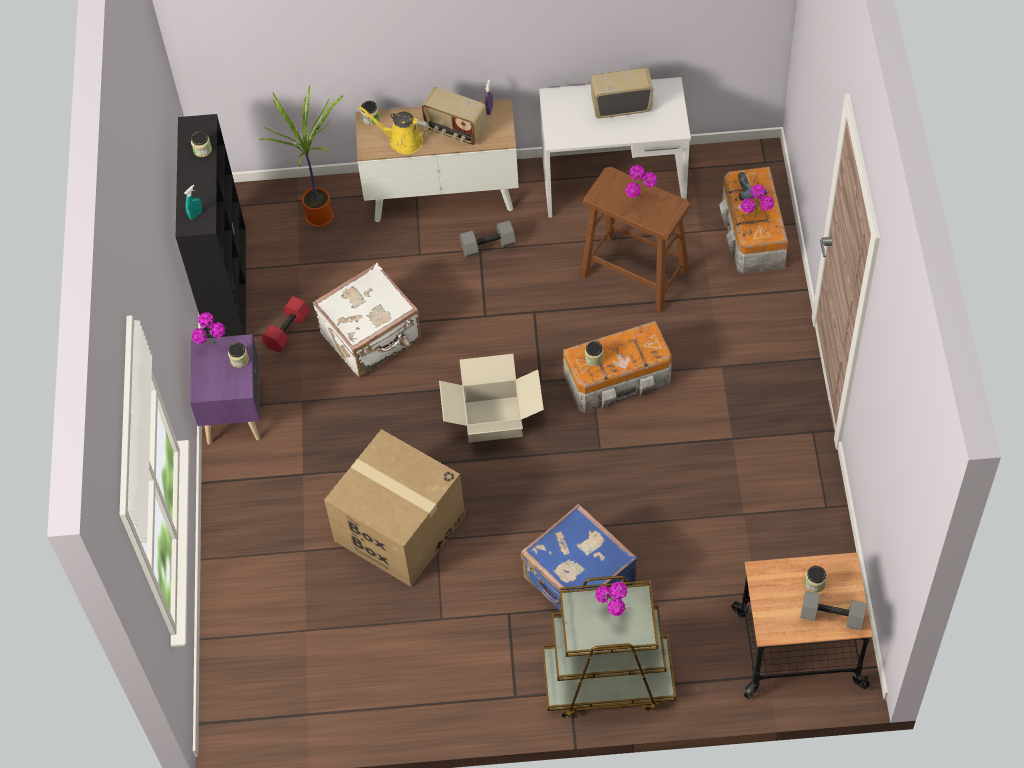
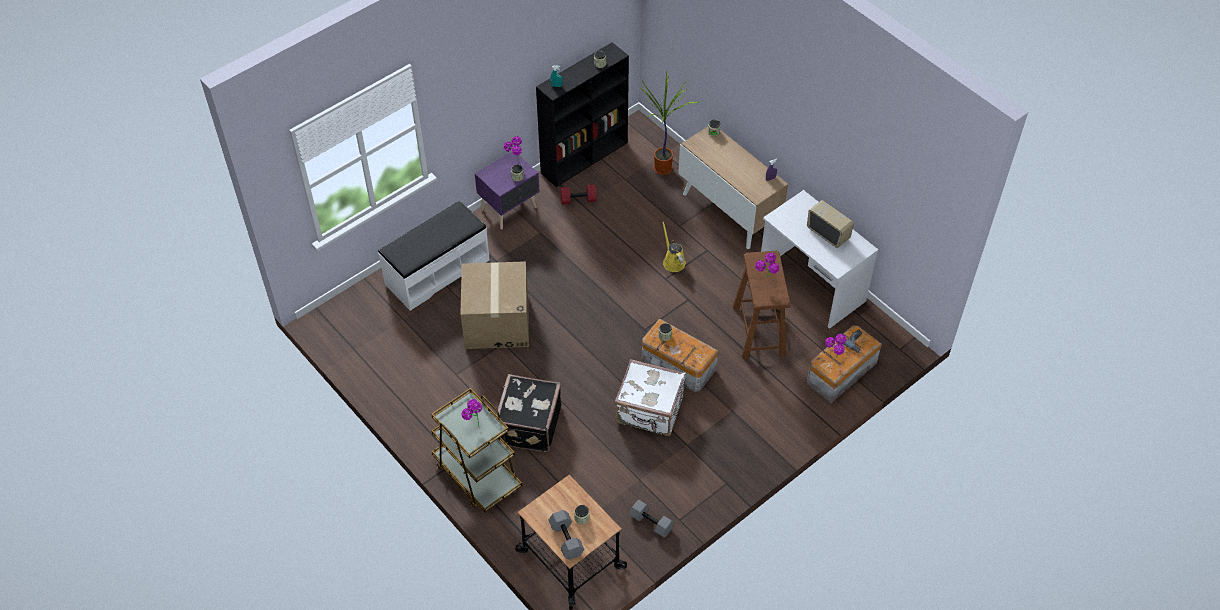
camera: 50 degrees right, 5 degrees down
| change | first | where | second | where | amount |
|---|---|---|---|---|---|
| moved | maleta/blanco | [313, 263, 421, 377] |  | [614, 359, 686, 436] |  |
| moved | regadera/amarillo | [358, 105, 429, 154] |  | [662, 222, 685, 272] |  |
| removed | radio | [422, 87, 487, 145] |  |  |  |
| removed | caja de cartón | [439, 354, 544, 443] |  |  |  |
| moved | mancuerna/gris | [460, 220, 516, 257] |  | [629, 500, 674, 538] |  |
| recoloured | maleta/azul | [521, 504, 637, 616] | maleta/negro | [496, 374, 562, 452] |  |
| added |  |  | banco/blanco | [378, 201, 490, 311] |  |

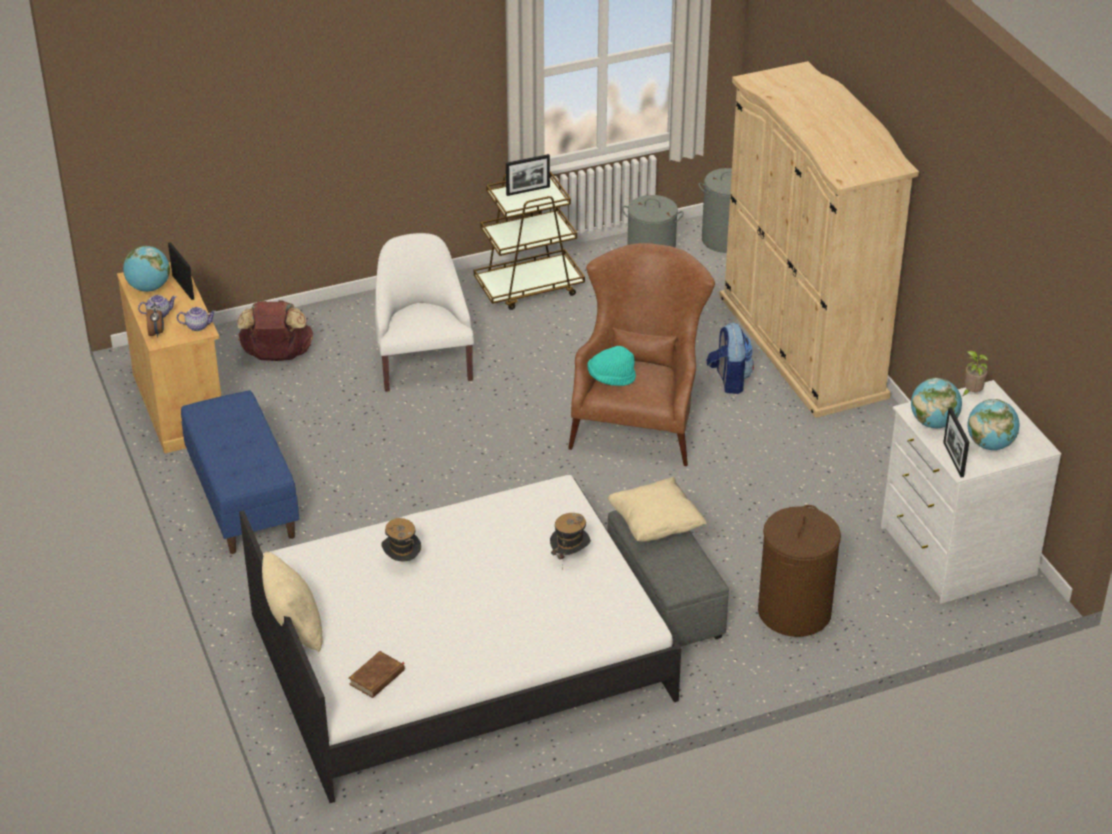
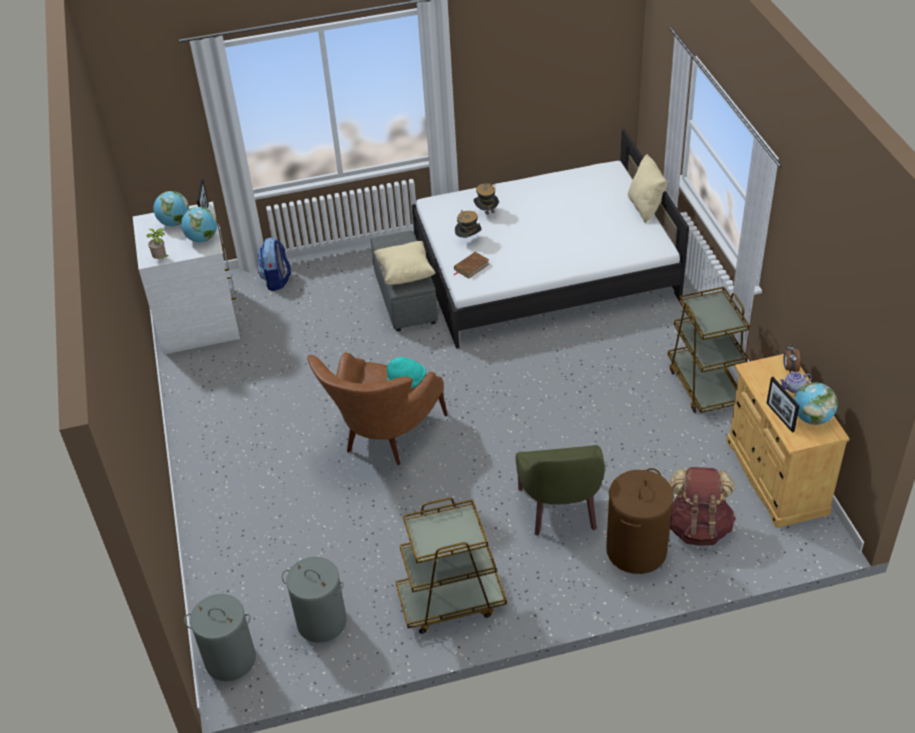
camera: 170 degrees left, 5 degrees up
| change | first | where | second | where | amount |
|---|---|---|---|---|---|
| removed | tetera | [177, 307, 216, 331] |  |  |  |
| replaced | banco/azul | [181, 390, 299, 554] | carrito/marrón | [668, 287, 750, 413] |  |
| moved | libro/marrón | [349, 651, 405, 698] |  | [453, 252, 489, 279] |  |
| recoloured | sillón/blanco | [375, 233, 474, 392] | sillón/verde | [516, 445, 605, 536] |  |
| moved | sombrero | [381, 518, 421, 562] |  | [474, 183, 499, 219] |  |
| removed | portarretratos | [506, 154, 550, 196] |  |  |  |
| moved | mochila | [706, 323, 754, 394] |  | [258, 237, 291, 291] |  |
| removed | armario ropero/beis | [719, 61, 919, 418] |  |  |  |
| moved | cesto de la ropa/marrón | [758, 505, 841, 637] |  | [606, 468, 674, 574] |  |

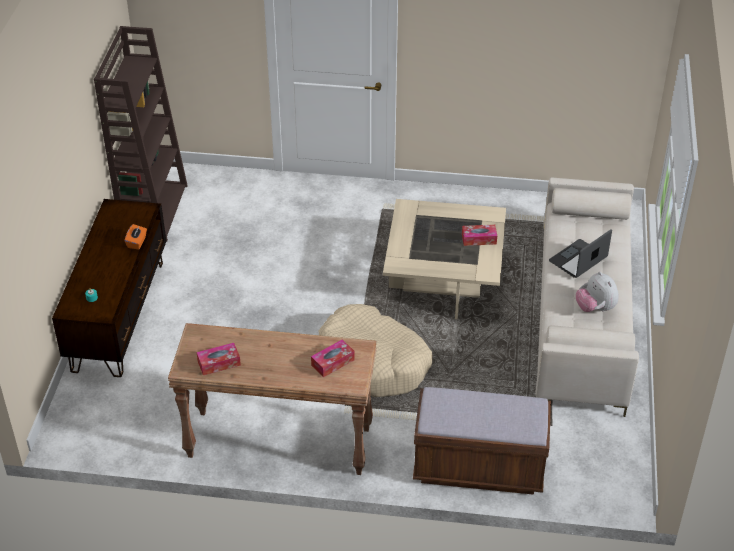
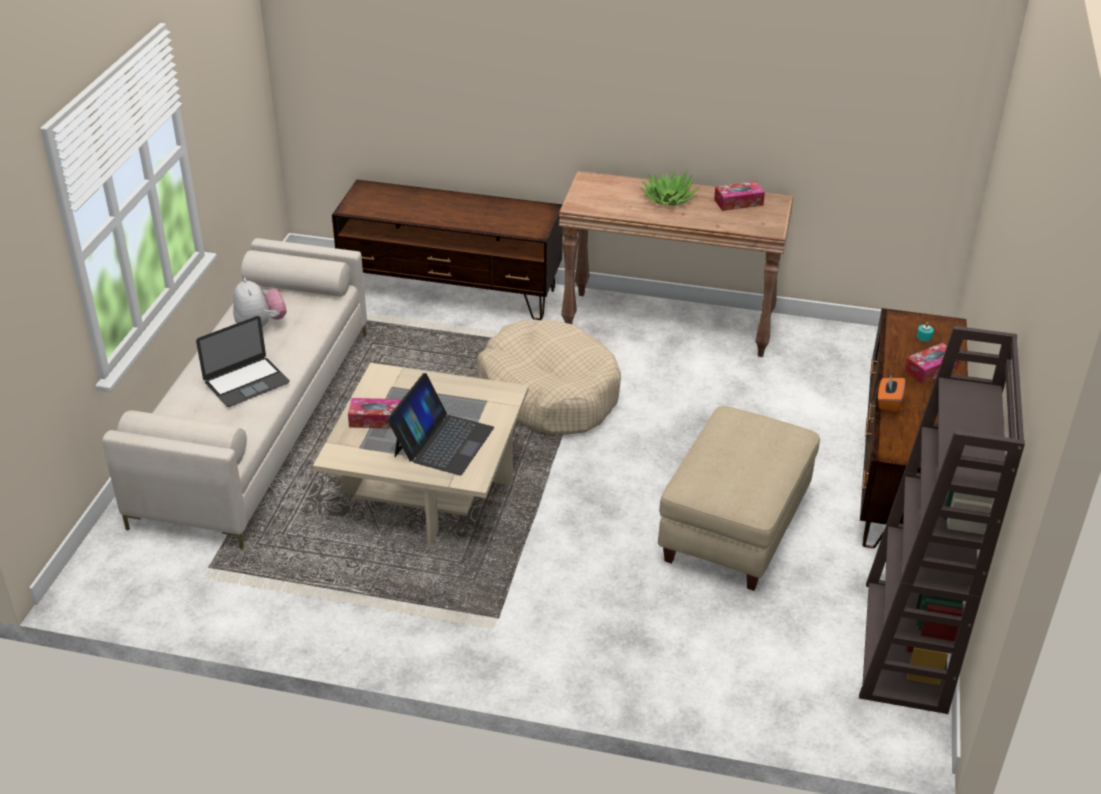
camera: 175 degrees left, 5 degrees down
| change | first | where | second | where | amount |
|---|---|---|---|---|---|
| moved | caja de pañuelos | [311, 340, 355, 377] |  | [904, 342, 960, 384] |  |
| replaced | banco/marrón | [413, 387, 551, 495] | mueble de televisión/marrón | [332, 180, 563, 320] |  |
| added |  |  | portátil | [387, 373, 494, 475] |  |
| added |  |  | planta en maceta | [640, 170, 699, 205] |  |
| added |  |  | puf/beis | [658, 406, 820, 591] |  |

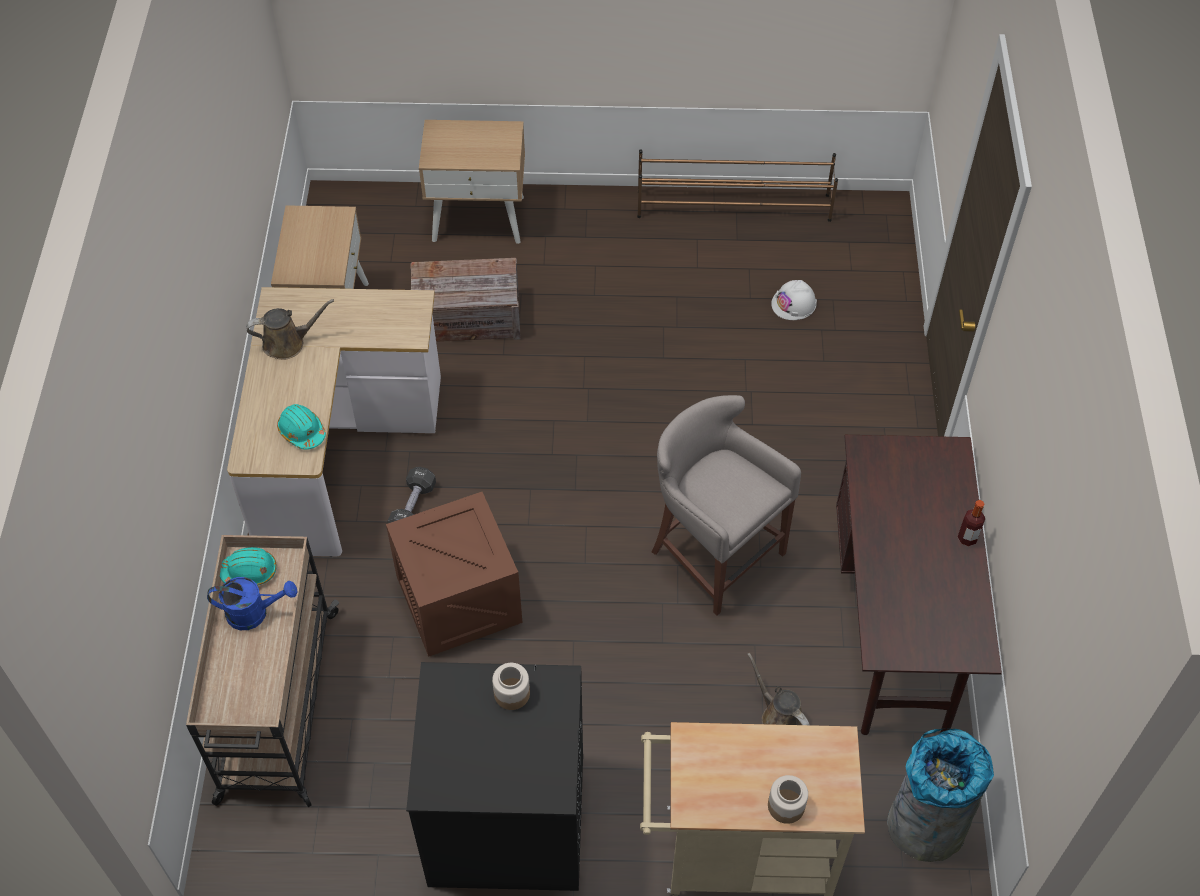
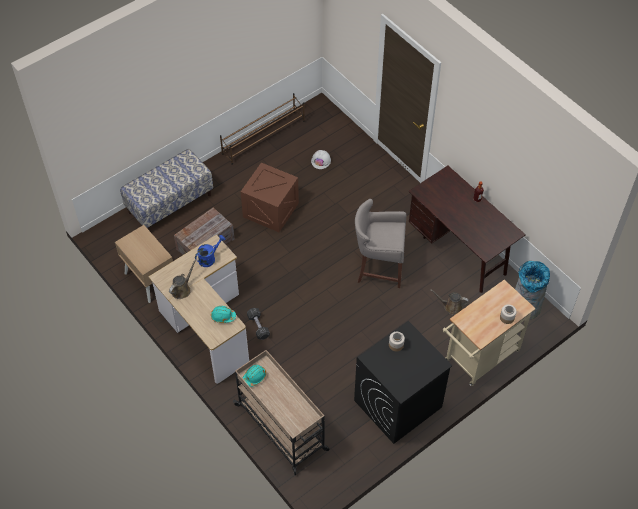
camera: 40 degrees left, 0 degrees up
| change | first | where | second | where | amount |
|---|---|---|---|---|---|
| moved | regadera/azul | [207, 577, 298, 630] |  | [195, 235, 225, 267] |  |
| moved | caja de embalaje | [386, 492, 523, 657] |  | [241, 163, 299, 232] |  |
| replaced | mesita de noche/beis | [419, 120, 525, 244] | banco | [120, 149, 213, 230] |  |

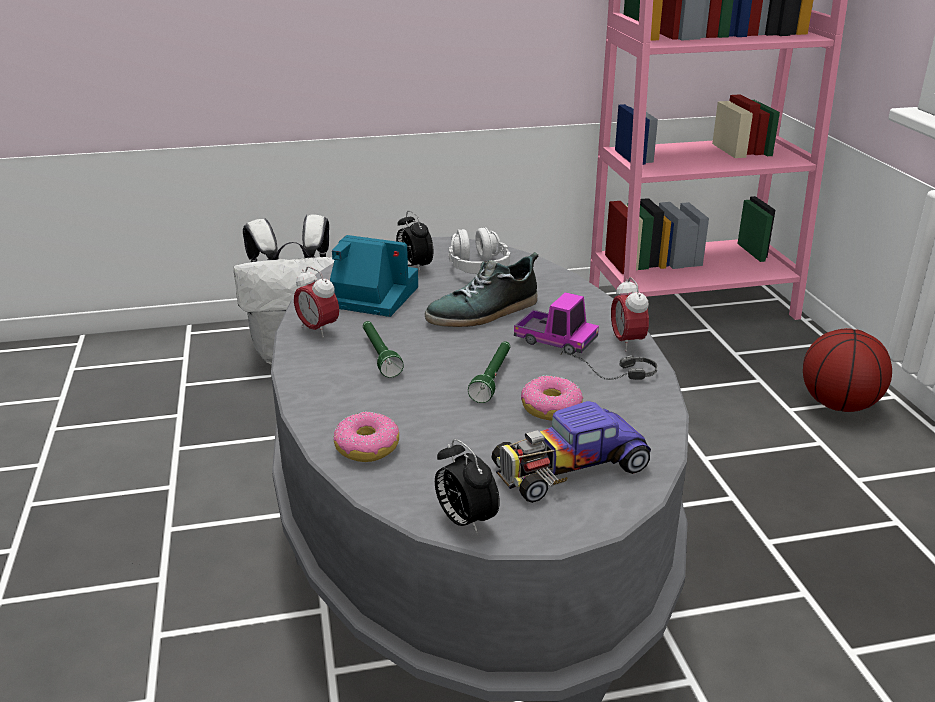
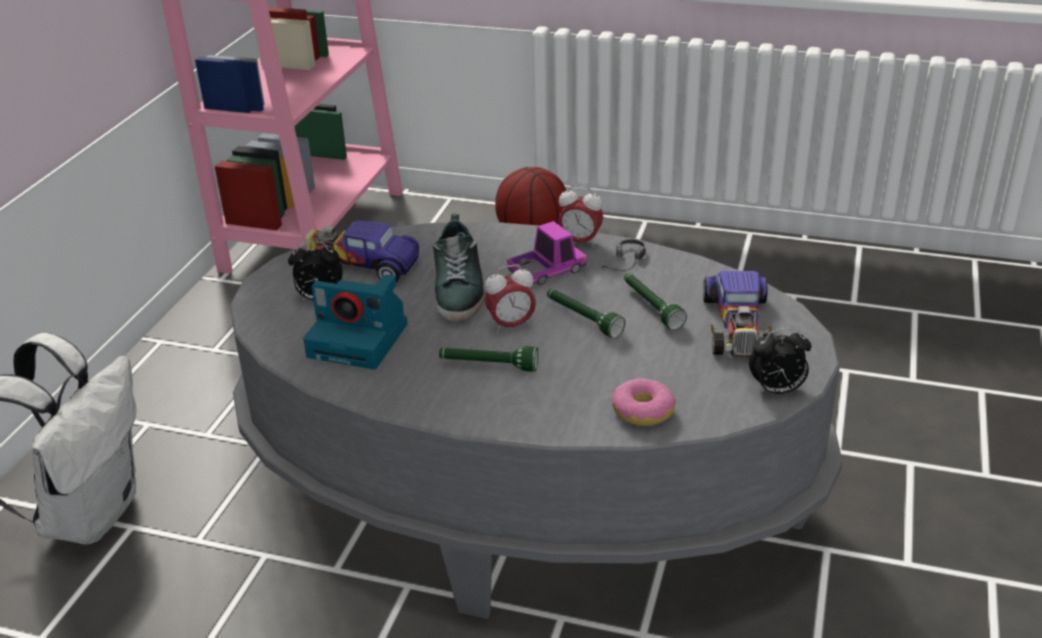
camera: 60 degrees left, 5 degrees up
| change | first | where | second | where | amount |
|---|---|---|---|---|---|
| moved | despertador | [294, 266, 339, 338] |  | [485, 264, 536, 333] |  |
| turned | cámara | [330, 235, 418, 317] |  | [303, 274, 408, 369] | 120 degrees counterclockwise |
| replaced | auriculares/gris | [448, 227, 510, 274] | coche de juguete | [305, 221, 419, 282] |  |
| replaced | rosquilla | [521, 375, 583, 421] | linterna/verde | [624, 273, 687, 330] |  |

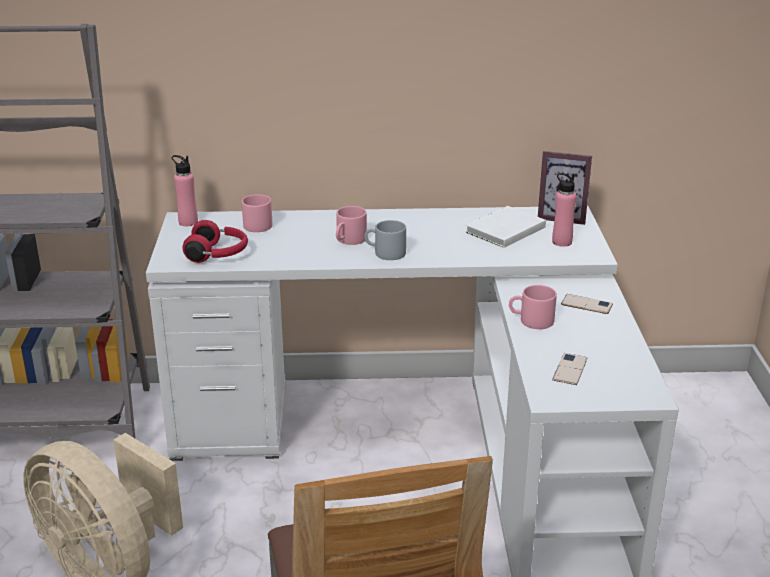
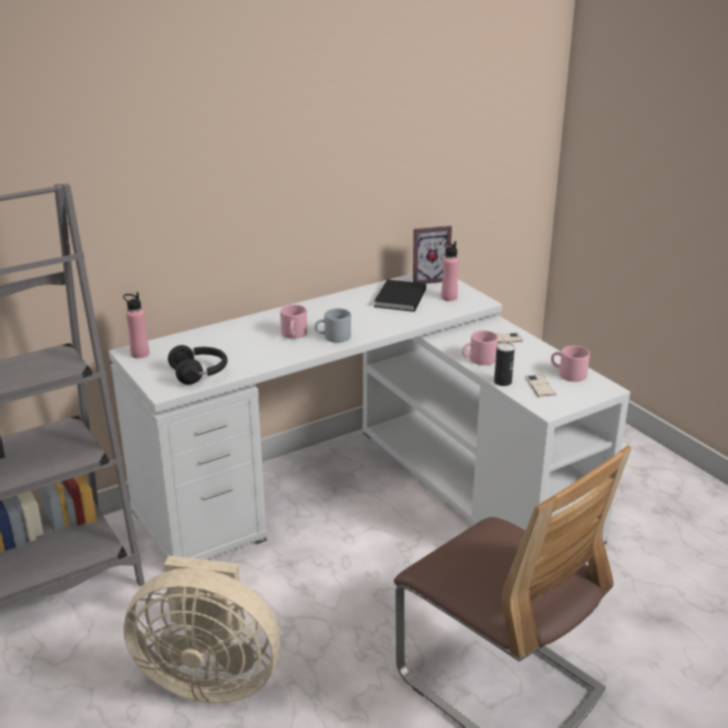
camera: 30 degrees left, 0 degrees up
| change | first | where | second | where | amount |
|---|---|---|---|---|---|
| recoloured | auriculares/rojo | [182, 220, 248, 263] | auriculares/negro | [168, 345, 228, 385] |  |
| moved | taza grande/rosa | [242, 194, 273, 232] |  | [551, 346, 590, 382] |  |
| recoloured | libro/blanco | [466, 206, 546, 248] | libro/negro | [374, 279, 426, 312] |  |
| added |  |  | lata | [494, 342, 515, 386] |  |

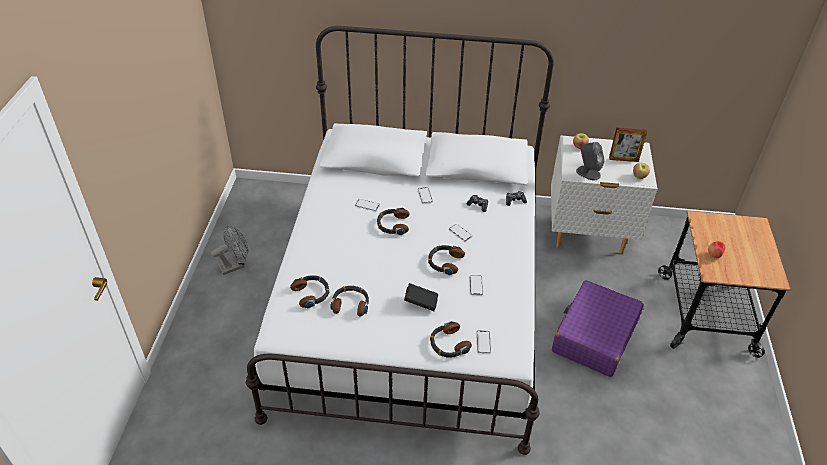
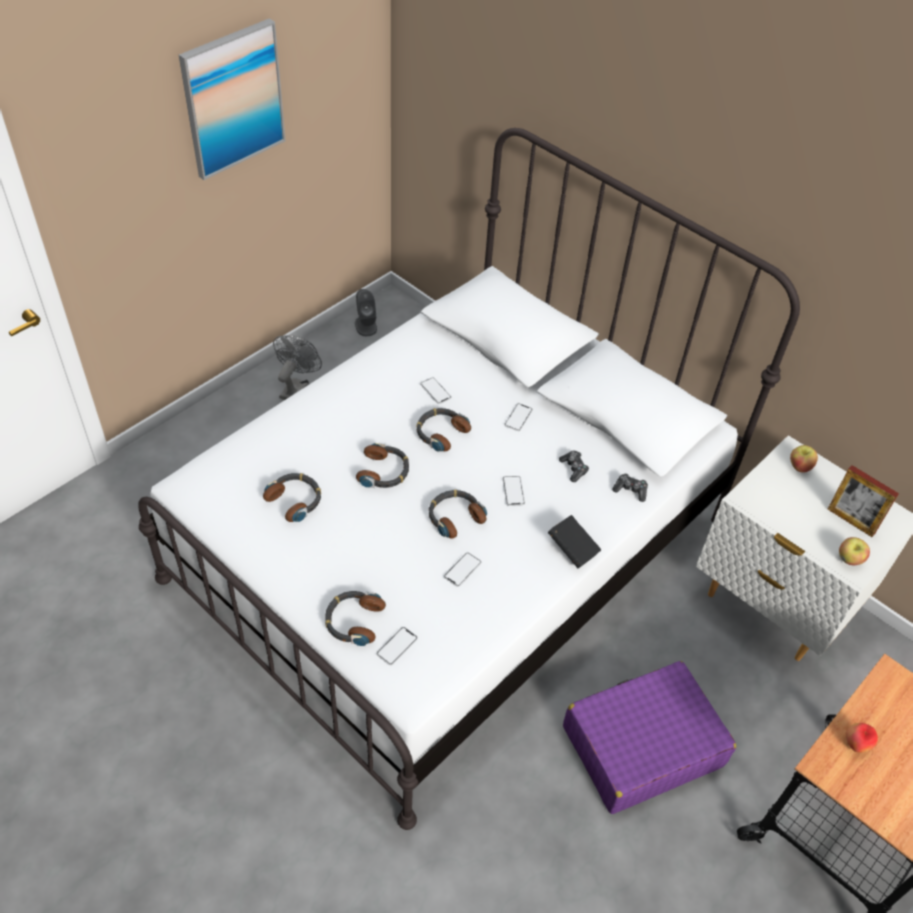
camera: 35 degrees right, 5 degrees up
| change | first | where | second | where | amount |
|---|---|---|---|---|---|
| turned | ventilador/gris | [211, 225, 248, 275] |  | [273, 335, 322, 400] | 75 degrees counterclockwise |
| moved | auriculares | [290, 275, 329, 309] |  | [356, 443, 409, 488] |  |
| moved | libro/negro | [404, 283, 438, 311] |  | [548, 515, 601, 568] |  |
| moved | altavoz/gris | [576, 142, 605, 180] |  | [355, 289, 377, 336] |  |
| added |  |  | cuadro | [179, 19, 286, 180] |  |

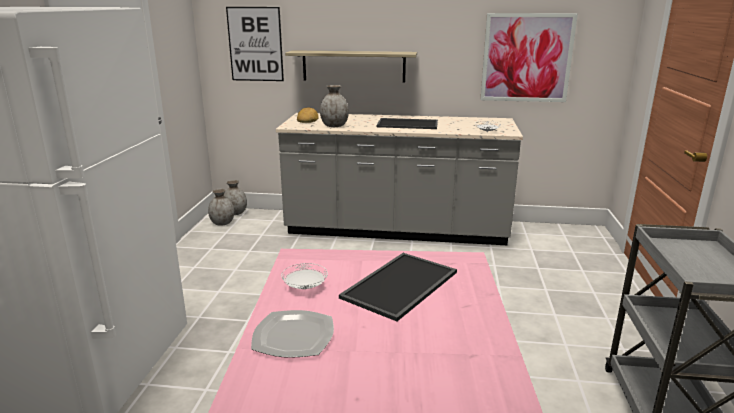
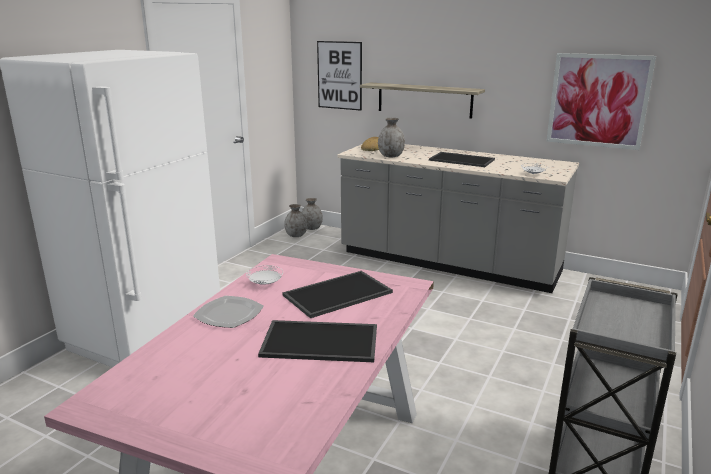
camera: 20 degrees right, 0 degrees up
| change | first | where | second | where | amount |
|---|---|---|---|---|---|
| added |  |  | bandeja | [258, 320, 377, 362] |  |

